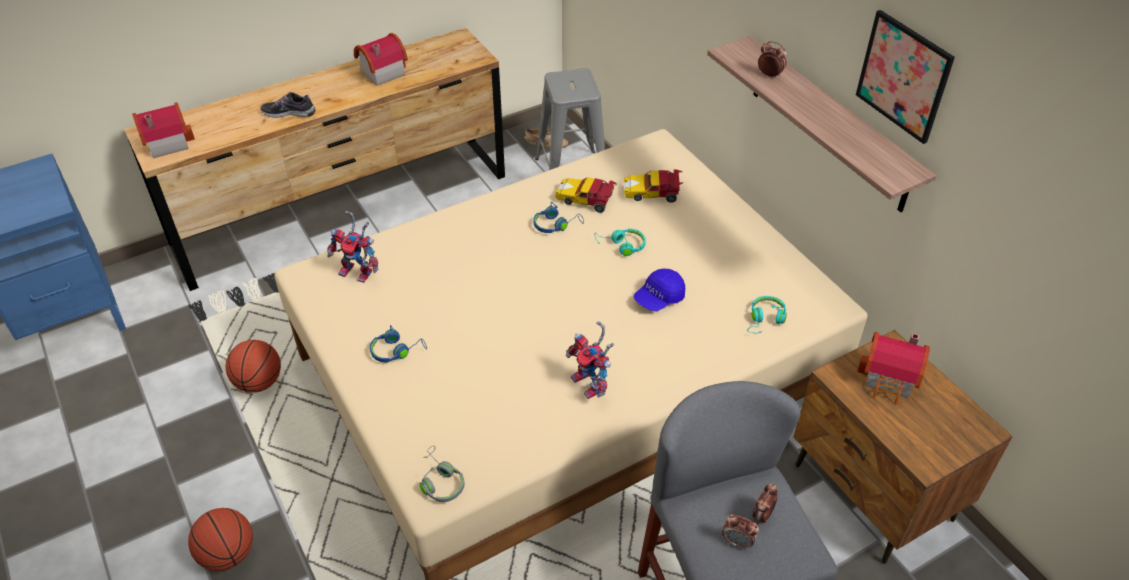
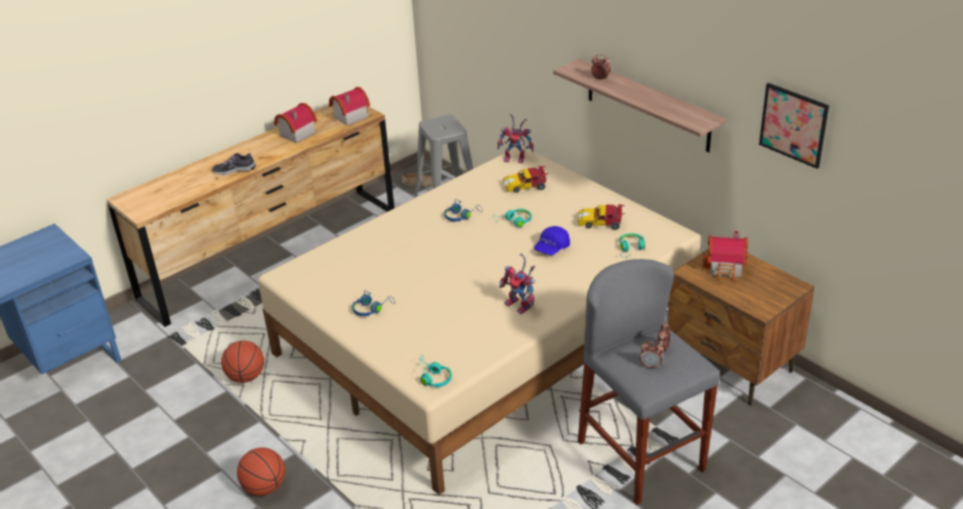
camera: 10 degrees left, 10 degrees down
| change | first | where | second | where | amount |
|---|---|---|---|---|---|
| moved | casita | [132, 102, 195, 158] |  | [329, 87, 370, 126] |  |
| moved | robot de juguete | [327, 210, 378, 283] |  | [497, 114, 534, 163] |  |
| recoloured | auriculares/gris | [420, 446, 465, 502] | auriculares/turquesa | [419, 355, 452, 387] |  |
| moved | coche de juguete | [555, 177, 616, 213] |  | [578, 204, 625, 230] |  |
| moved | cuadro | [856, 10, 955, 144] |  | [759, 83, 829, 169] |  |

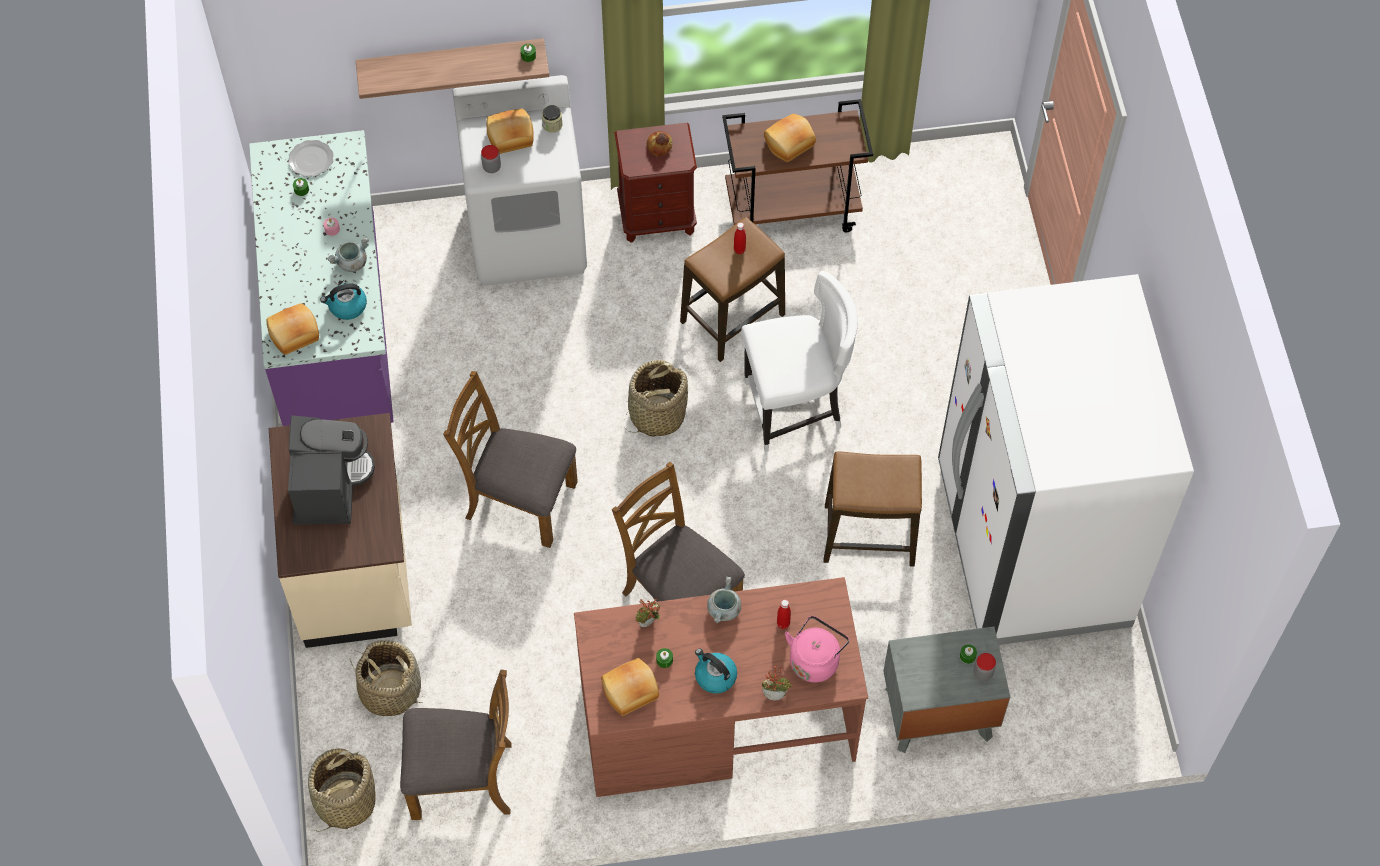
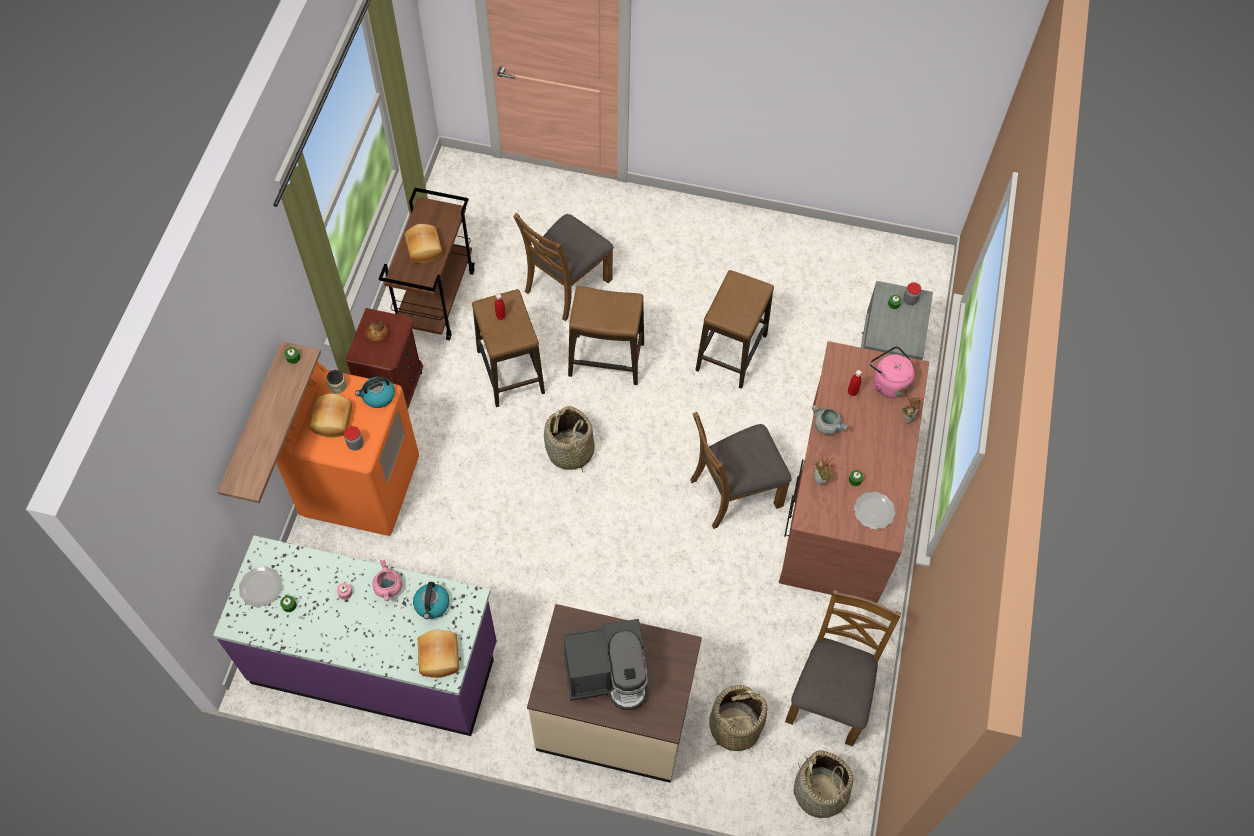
camera: 70 degrees left, 0 degrees up
| change | first | where | second | where | amount |
|---|---|---|---|---|---|
| turned | cafetera | [288, 416, 375, 525] |  | [563, 619, 648, 710] | 150 degrees clockwise |
| recoloured | olla/gris | [326, 236, 369, 272] | olla/rosa | [372, 559, 403, 601] |  |
| moved | silla/marrón | [443, 371, 578, 548] |  | [513, 213, 614, 321] |  |
| recoloured | lavadora/blanco | [452, 75, 587, 286] | lavadora/naranja | [276, 361, 419, 536] |  |
| replaced | pan | [601, 658, 659, 716] | plato | [854, 492, 896, 529] |  |
| moved | hervidor | [695, 648, 737, 694] |  | [355, 377, 395, 408] |  |
| replaced | silla/blanco | [741, 271, 858, 452] | taburete | [568, 286, 644, 385] |  |
| removed | nevera/blanco | [938, 274, 1194, 645] |  |  |  |

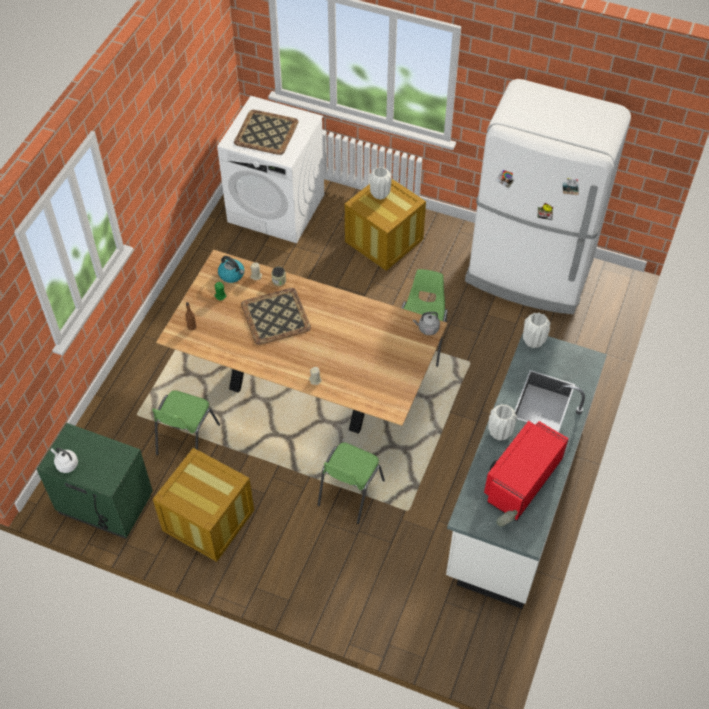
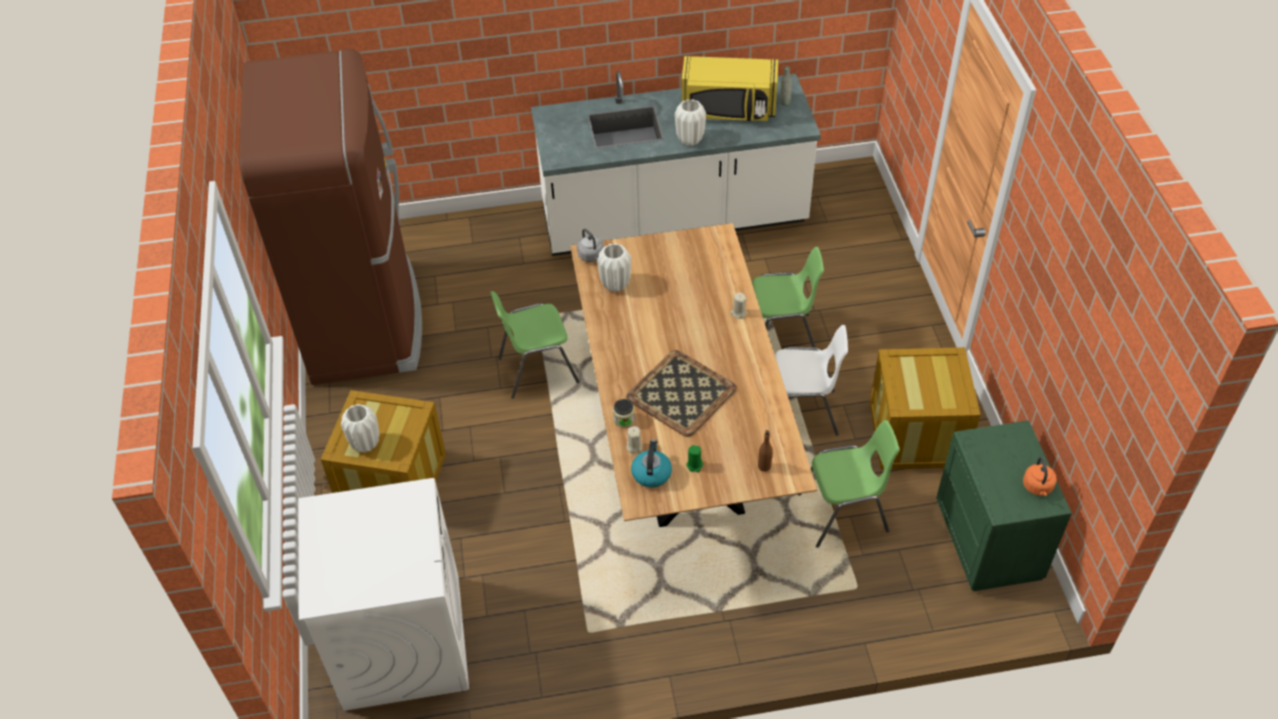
camera: 120 degrees left, 5 degrees down
| change | first | where | second | where | amount |
|---|---|---|---|---|---|
| recoloured | hervidor/blanco | [51, 448, 78, 473] | hervidor/naranja | [1023, 457, 1057, 496] |  |
| removed | bandeja | [234, 110, 299, 155] |  |  |  |
| recoloured | nevera/blanco | [465, 79, 631, 314] | nevera/marrón | [239, 49, 422, 385] |  |
| recoloured | microondas/rojo | [484, 421, 569, 521] | microondas/amarillo | [682, 56, 778, 121] |  |
| moved | florero/blanco | [523, 313, 551, 348] |  | [597, 243, 631, 292] |  |
| added |  |  | silla/blanco | [775, 325, 848, 436] |  |

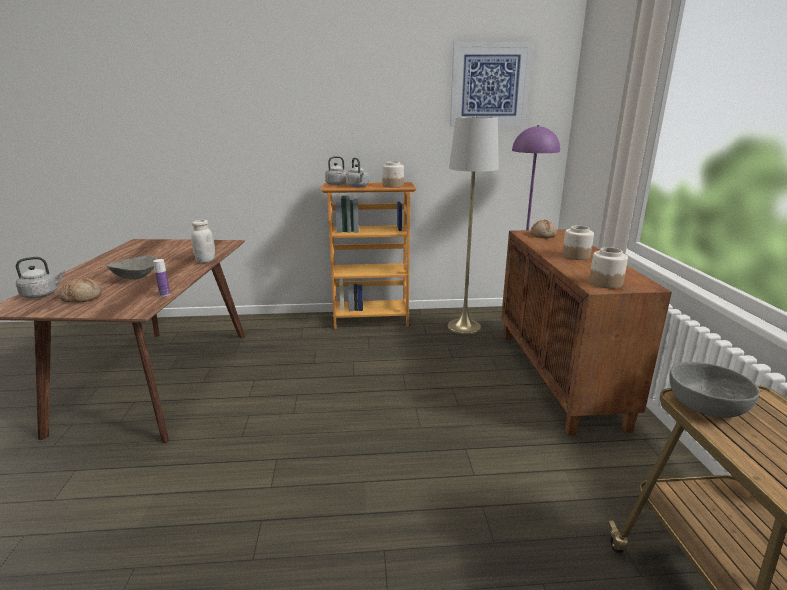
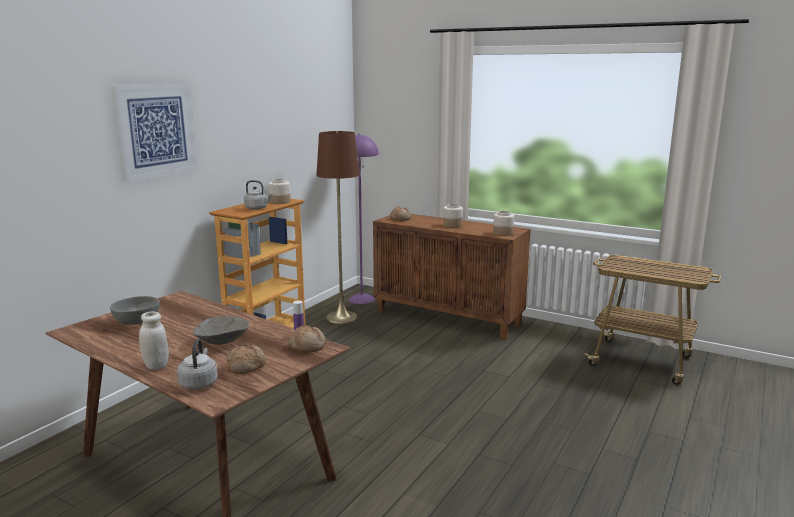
camera: 55 degrees left, 5 degrees down
| change | first | where | second | where | amount |
|---|---|---|---|---|---|
| moved | tarro/blanco | [191, 220, 215, 263] |  | [139, 311, 169, 370] |  |
| removed | hervidor/gris | [325, 156, 352, 185] |  |  |  |
| recoloured | lámpara de pie/gris | [447, 116, 499, 335] | lámpara de pie/marrón | [316, 131, 359, 324] |  |
| moved | cuadro | [450, 41, 533, 127] |  | [111, 83, 198, 183] |  |
| moved | cuenco/gris | [670, 362, 760, 418] |  | [110, 296, 160, 325] |  |
| added |  |  | pan | [289, 325, 326, 352] |  |

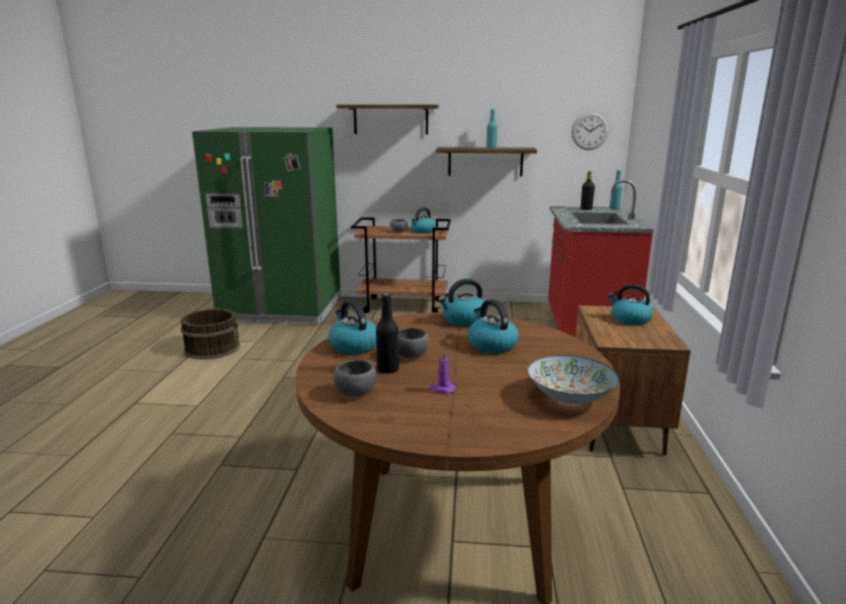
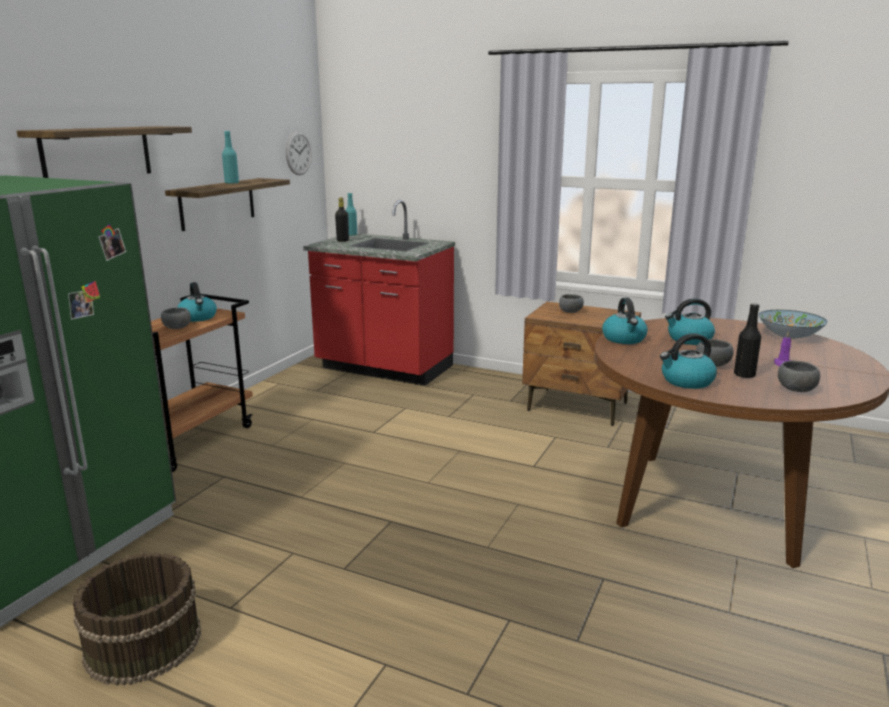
camera: 70 degrees left, 0 degrees up
| change | first | where | second | where | amount |
|---|---|---|---|---|---|
| replaced | hervidor | [608, 284, 653, 325] | cuenco/gris | [559, 294, 584, 313] |  |

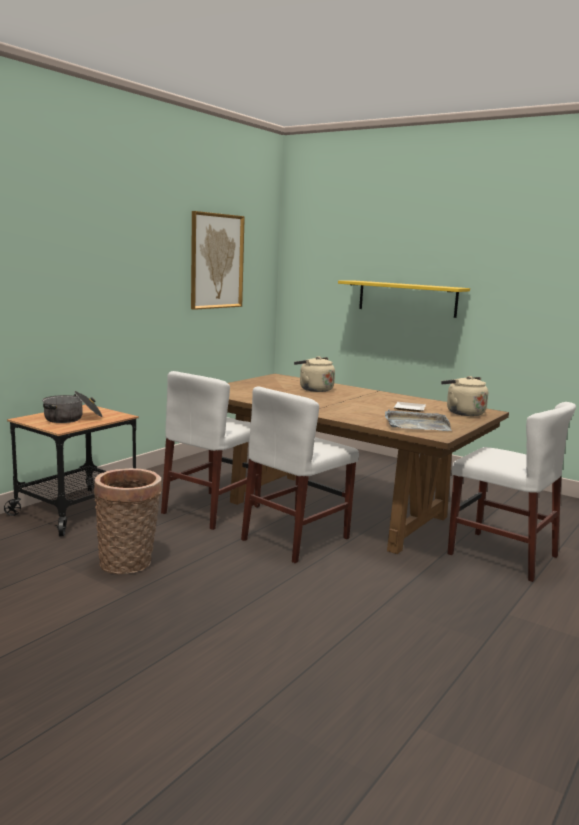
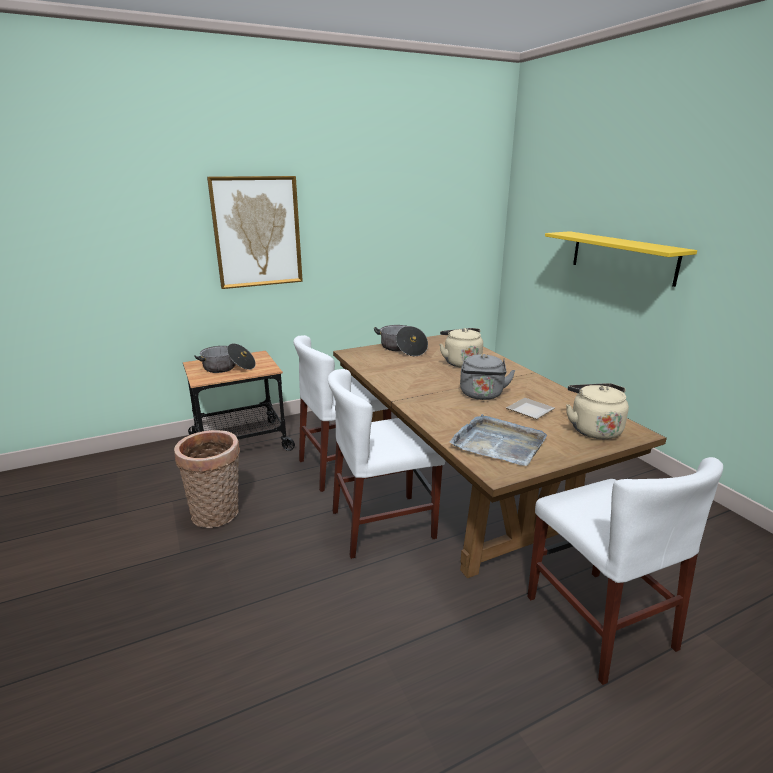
camera: 30 degrees right, 10 degrees up
| change | first | where | second | where | amount |
|---|---|---|---|---|---|
| moved | cuadro | [191, 211, 245, 310] |  | [207, 176, 303, 289] |  |
| added |  |  | olla | [374, 325, 428, 356] |  |
| added |  |  | hervidor/gris | [460, 354, 516, 400] |  |

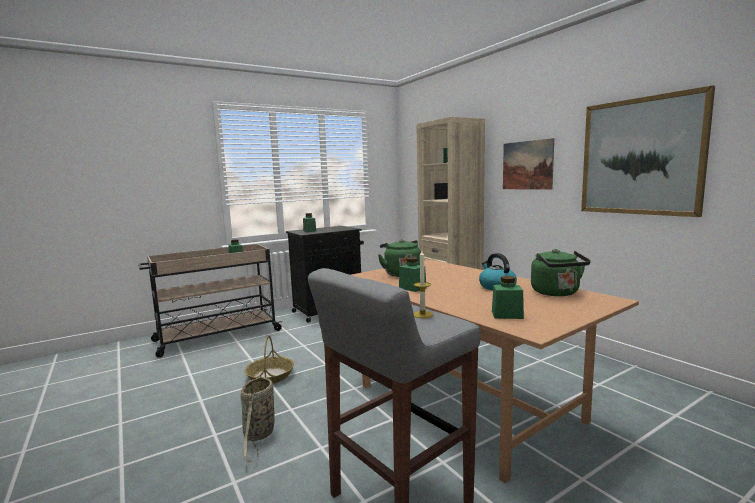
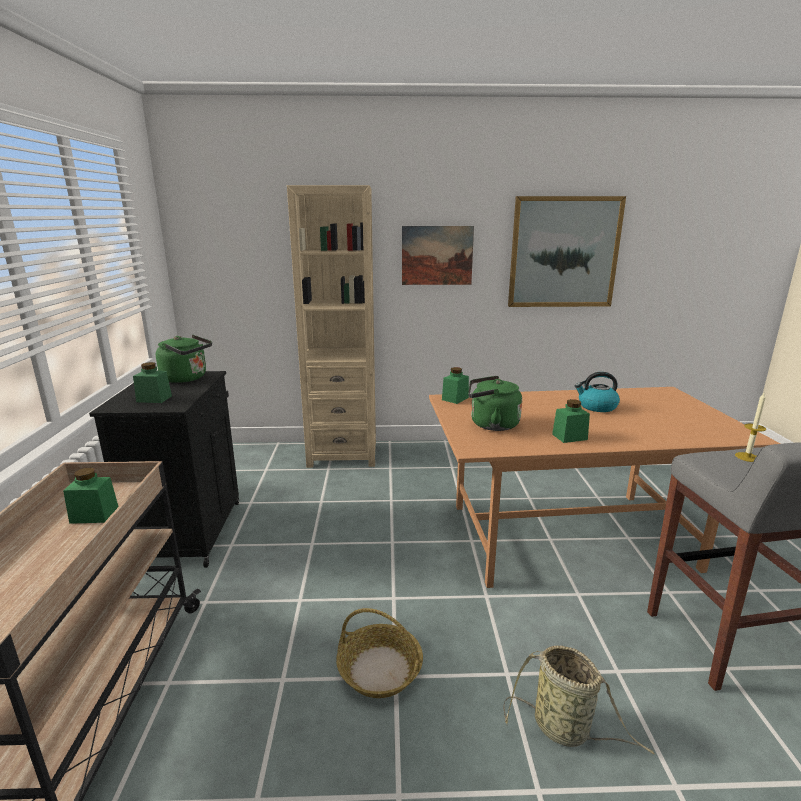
camera: 60 degrees left, 10 degrees up
| change | first | where | second | where | amount |
|---|---|---|---|---|---|
| moved | tarro/verde | [492, 276, 524, 319] |  | [442, 367, 469, 404] |  |
| moved | hervidor/verde | [531, 249, 591, 296] |  | [156, 335, 212, 383] |  |

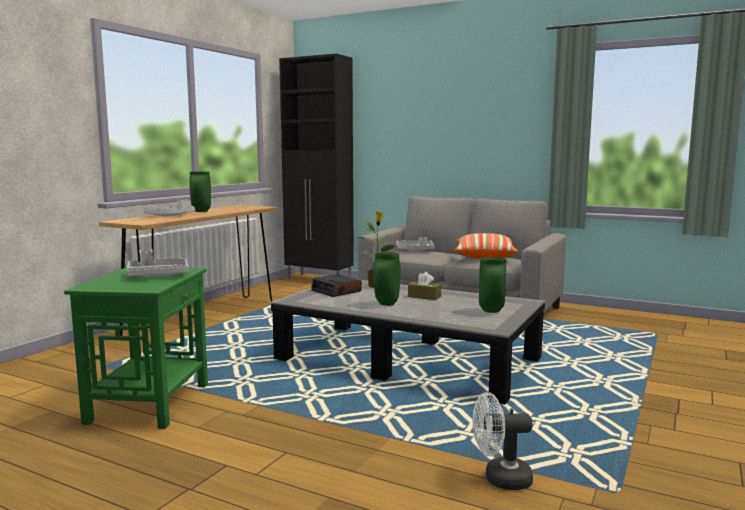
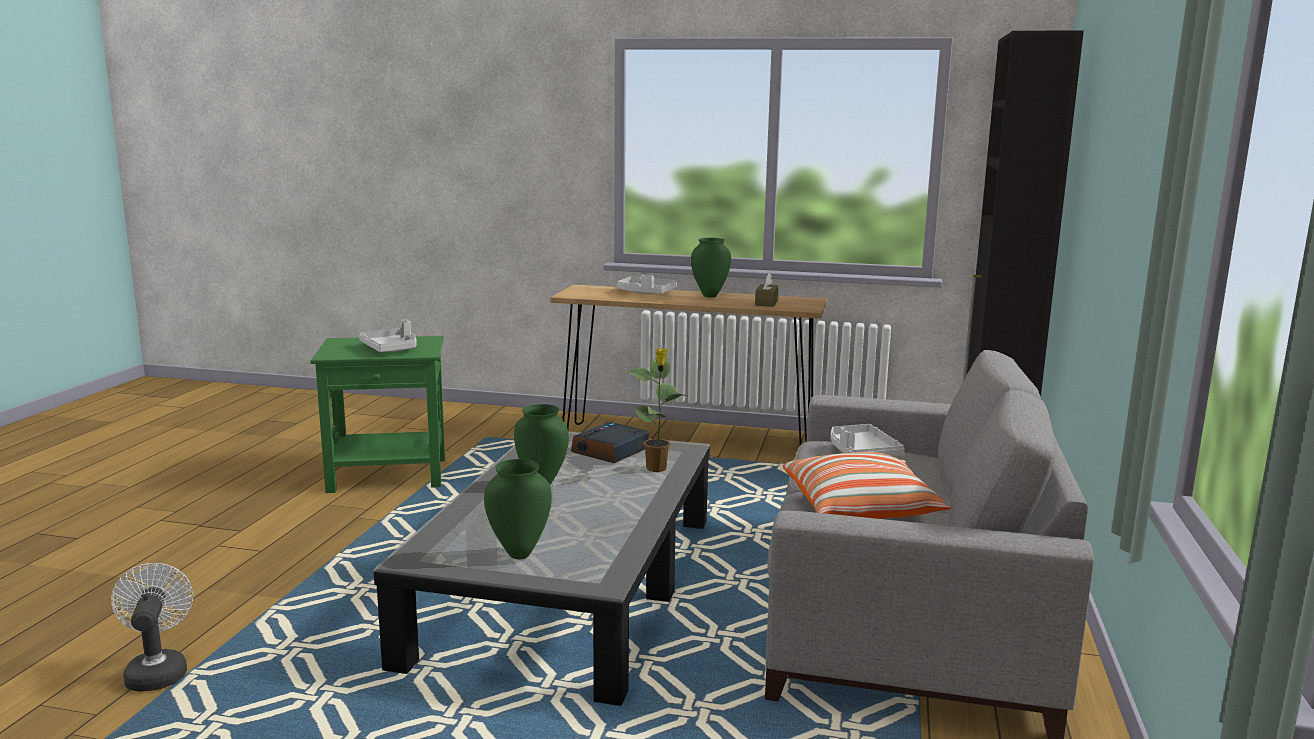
camera: 75 degrees right, 5 degrees up
| change | first | where | second | where | amount |
|---|---|---|---|---|---|
| moved | caja de pañuelos/marrón | [408, 272, 441, 300] |  | [755, 273, 779, 307] |  |

